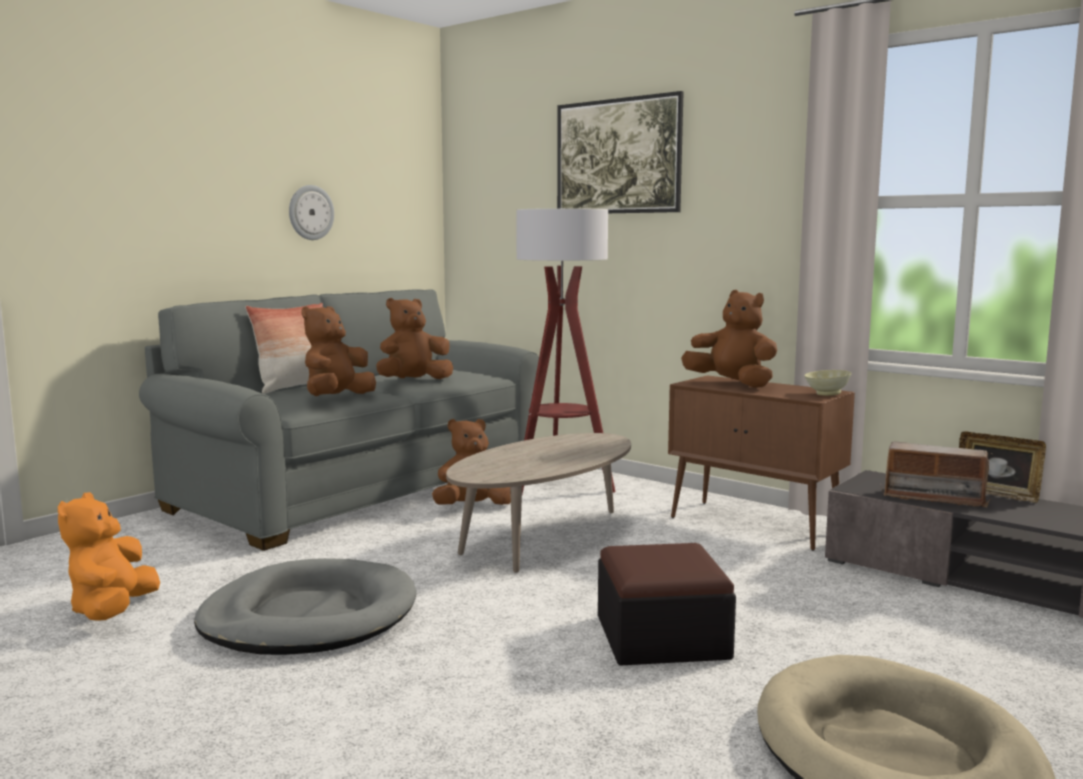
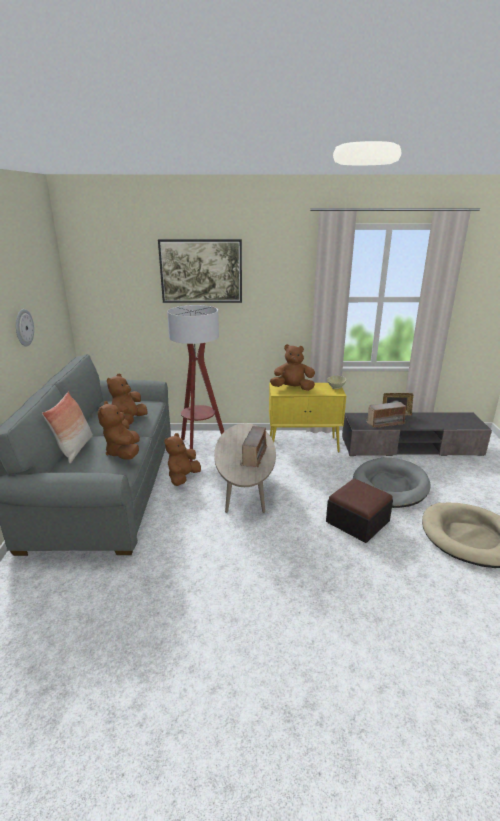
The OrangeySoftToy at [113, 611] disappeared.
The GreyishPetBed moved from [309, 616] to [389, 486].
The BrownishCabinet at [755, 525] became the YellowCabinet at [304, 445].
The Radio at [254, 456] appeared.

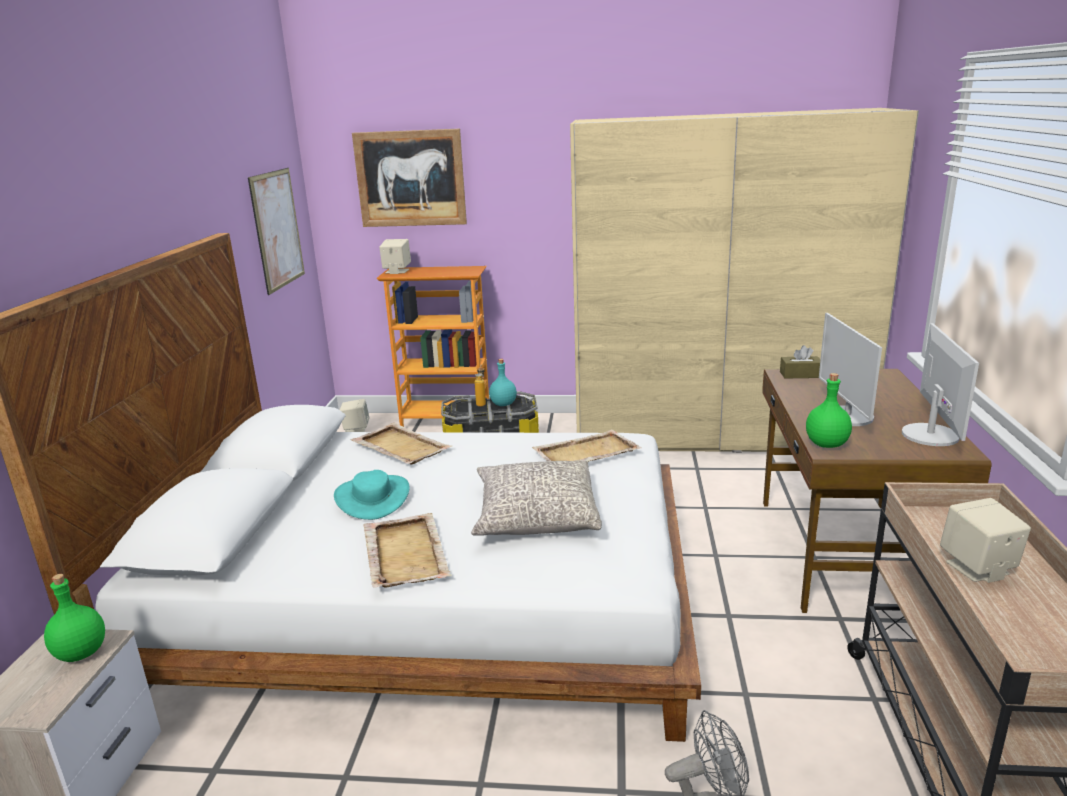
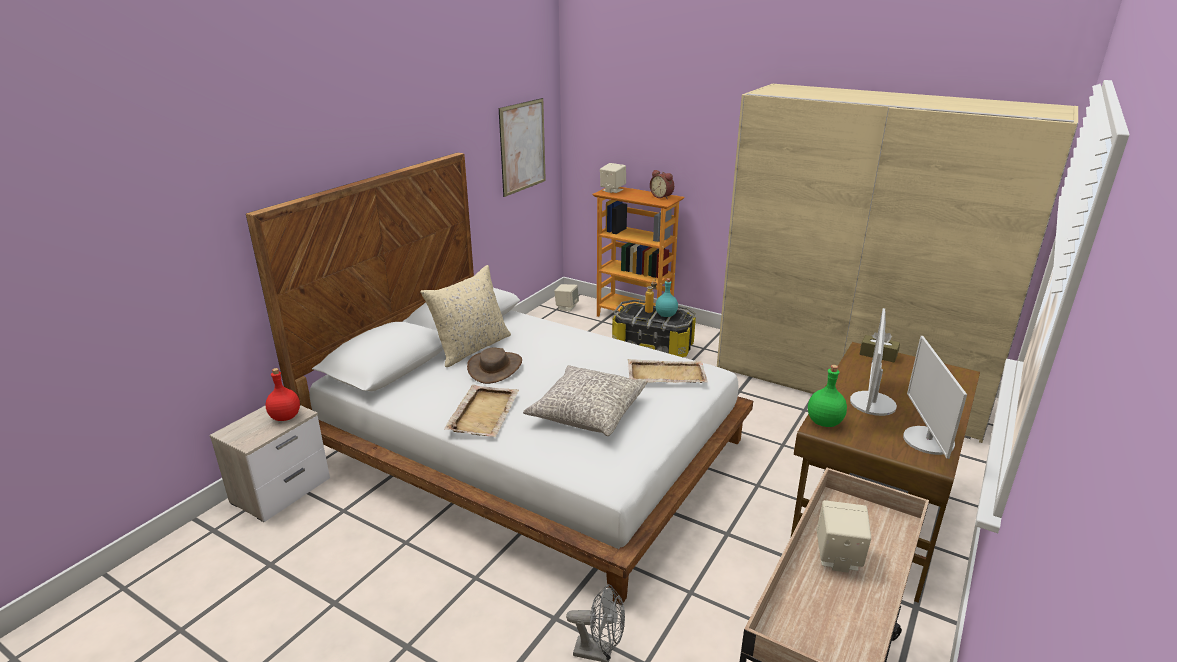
The GreenColouredBottle at [82, 652] became the RedColouredBottle at [286, 417].
The BlueGreenWearableHat at [373, 498] became the BrownishWearableHat at [495, 367].
The BeigeColouredCarryingTray at [400, 446] disappeared.
The Picture at [410, 178] disappeared.
The ComputerScreen at [930, 435] turned 150 degrees clockwise.
The BeigeColouredCushion at [471, 348] appeared.
The TableClock at [662, 196] appeared.

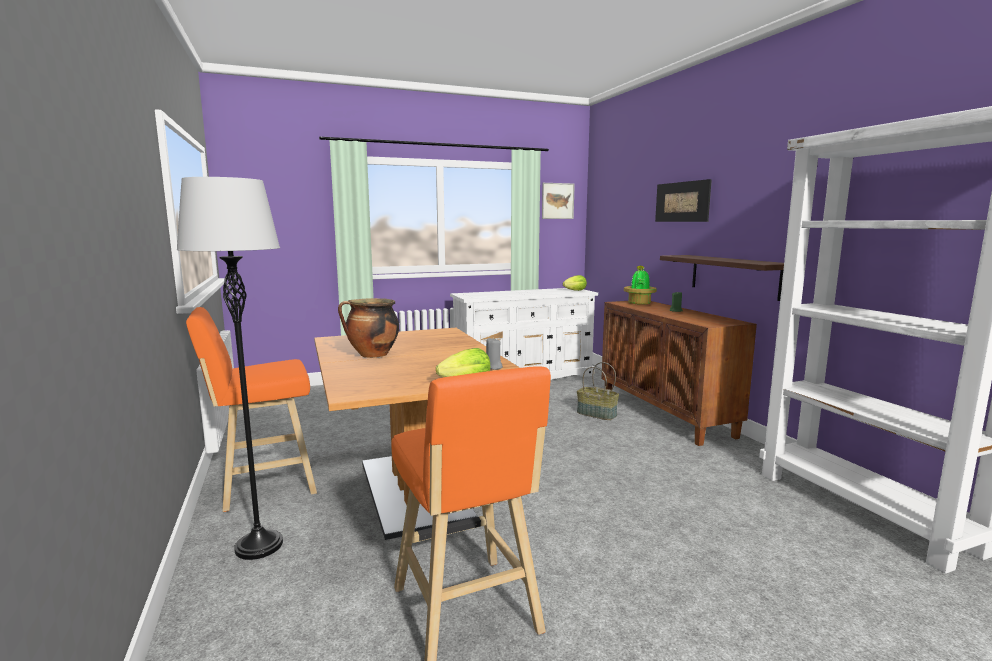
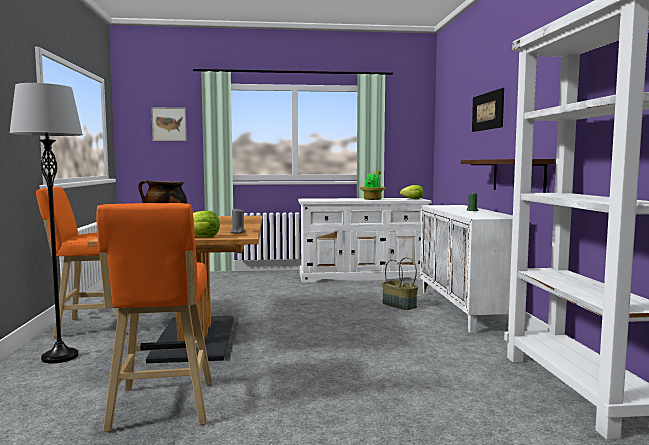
The Picture moved from [557, 201] to [169, 124].
The BrownishCabinet at [666, 414] became the WhitishCabinet at [465, 310].
The PlantInAPot moved from [639, 303] to [373, 199].

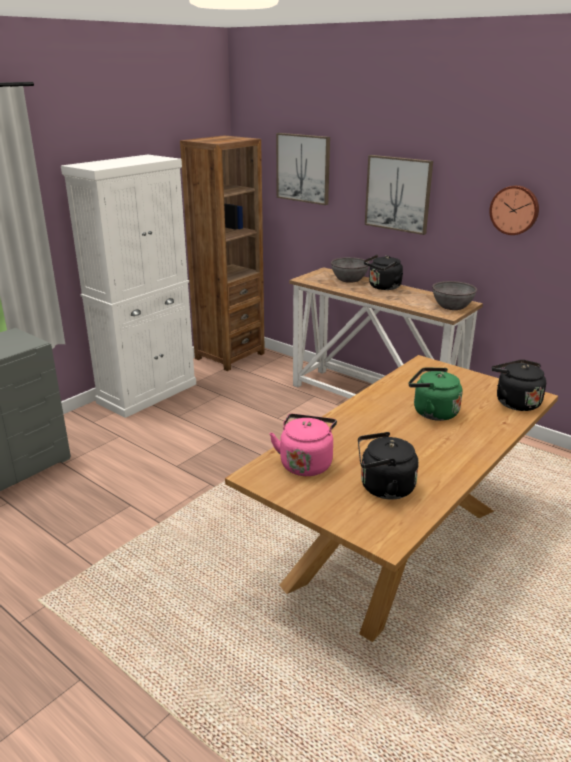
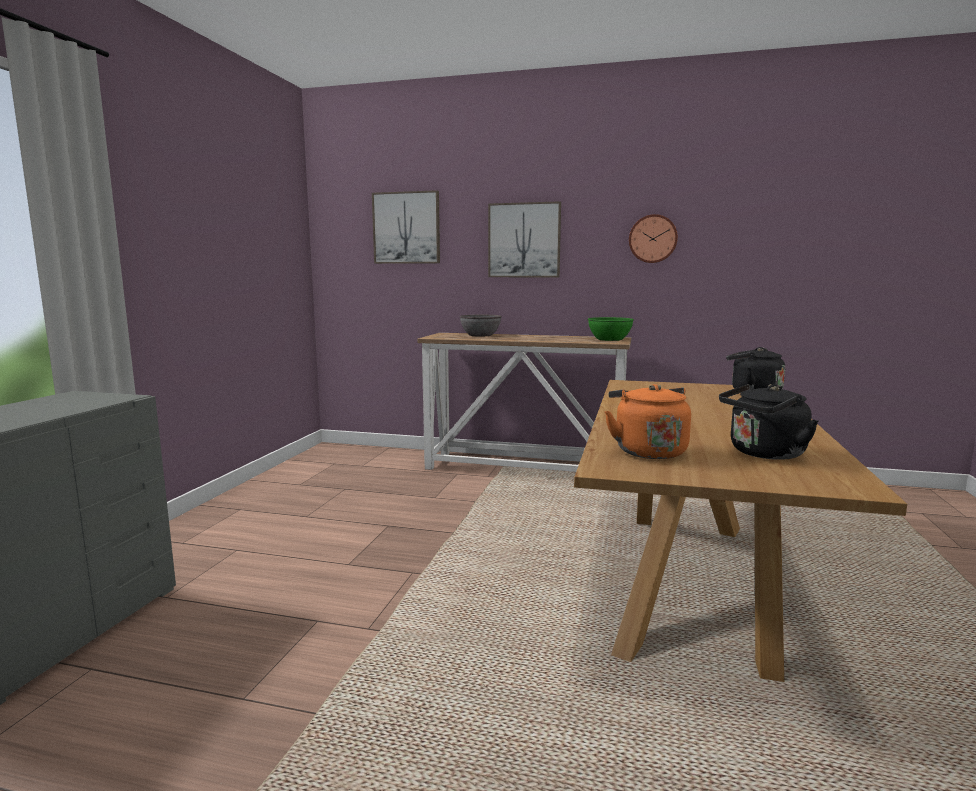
The WhitishCabinet at [148, 393] disappeared.
The BrownishBookcase at [229, 356] disappeared.
The PinkColouredKettle at [306, 463] became the OrangeyKettle at [647, 451].
The BlackKettle at [383, 287] disappeared.
The GreenColouredKettle at [432, 412] disappeared.
The GreyishBowl at [452, 306] became the GreenColouredBowl at [609, 339].

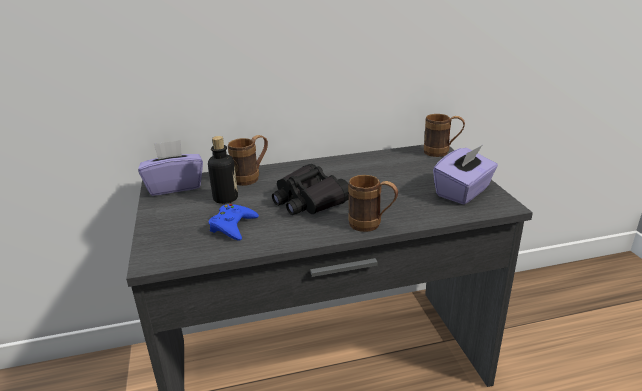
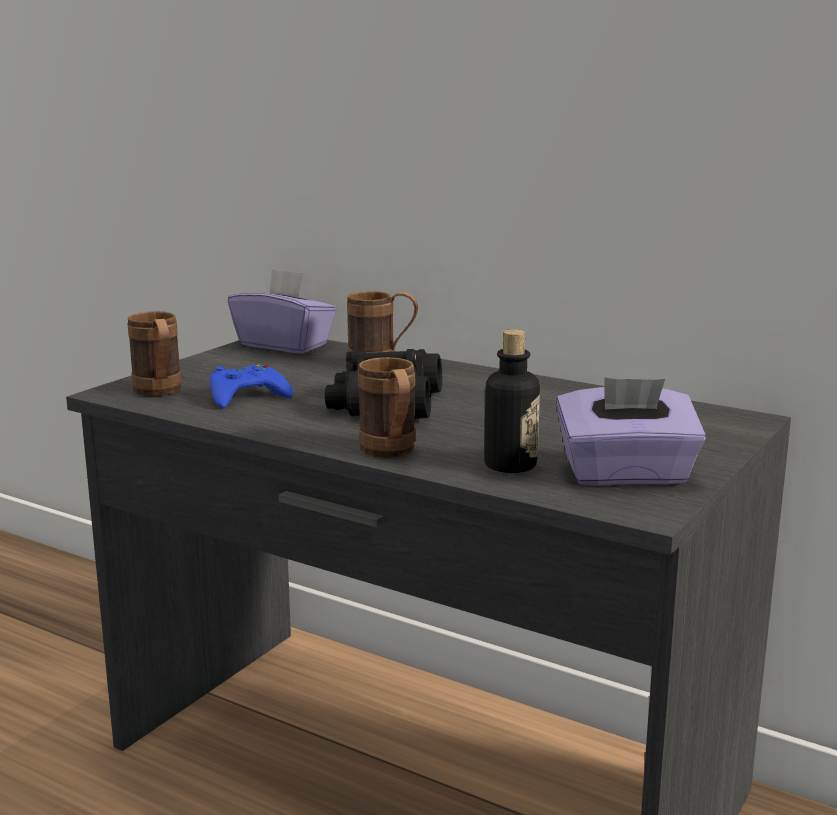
The Bottle moved from [225, 198] to [510, 465].
The BrownishCoffeeMug moved from [442, 153] to [159, 393].

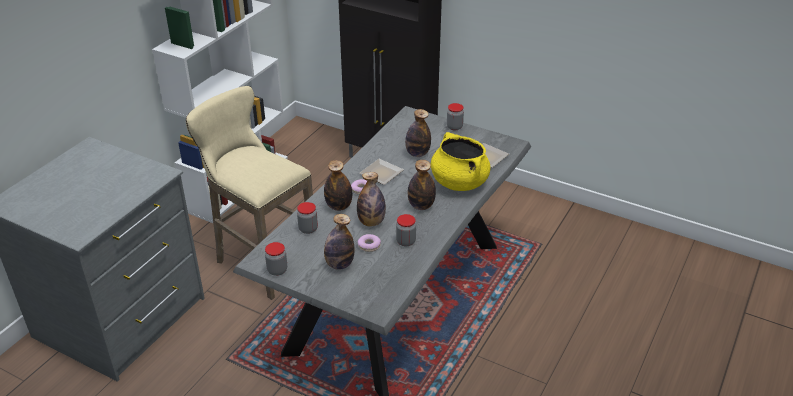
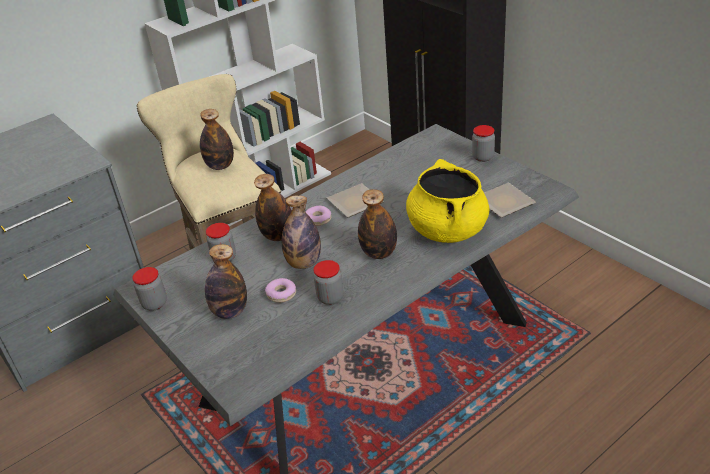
The Bottle moved from [417, 153] to [220, 166].

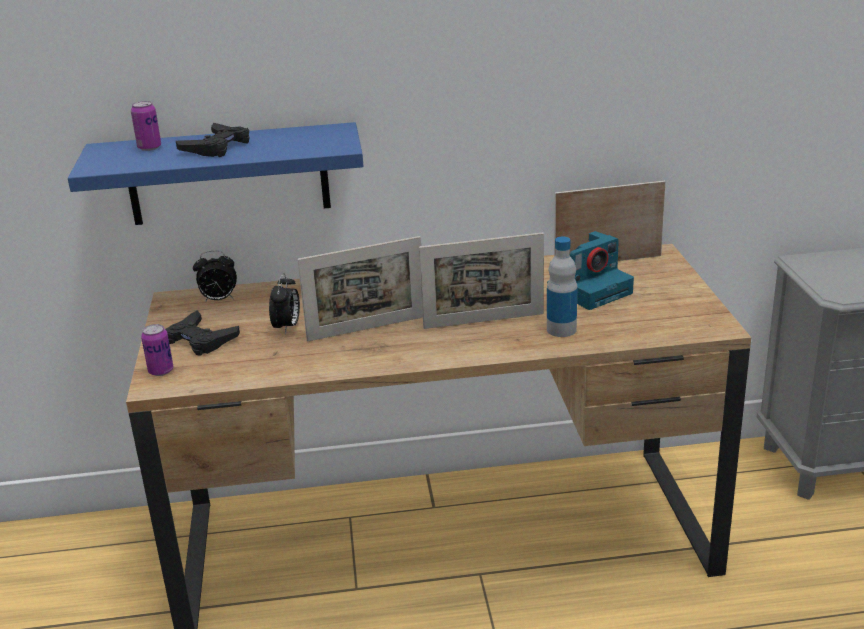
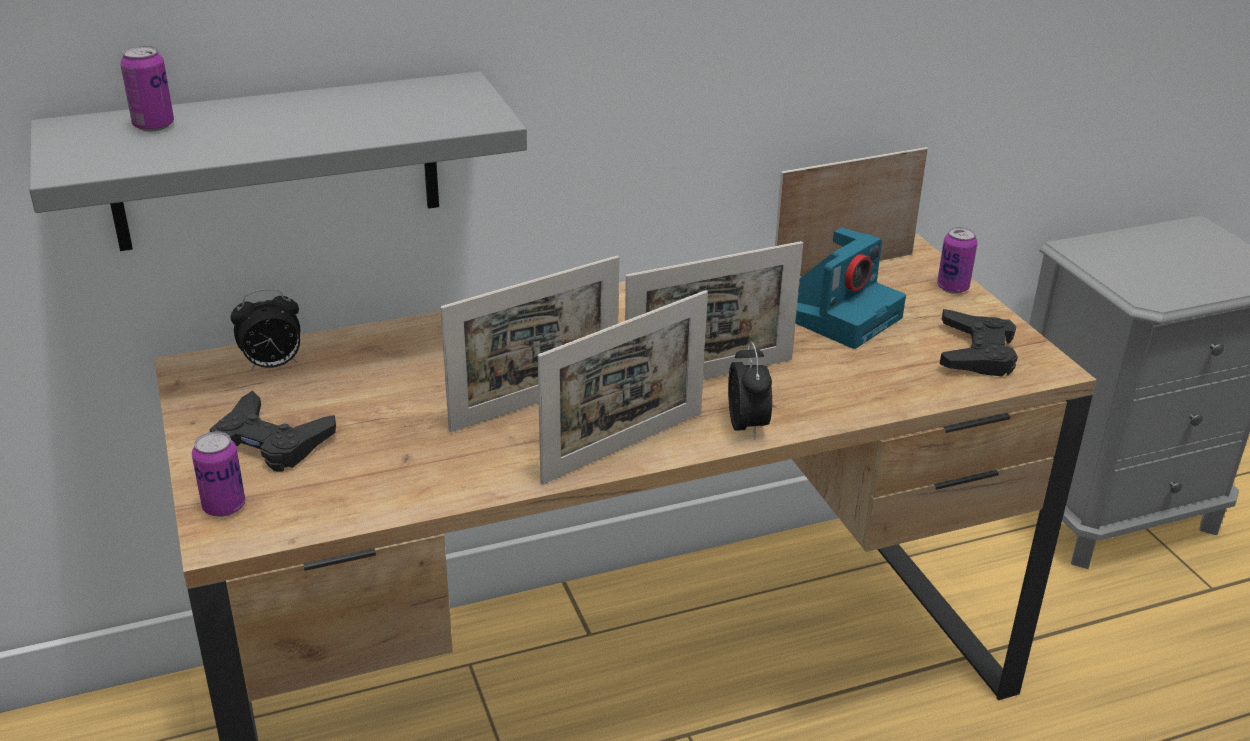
The BlueShelf at [228, 174] became the GreyishShelf at [276, 162].
The BlackJoypad moved from [217, 147] to [976, 352].
The TableClock moved from [287, 327] to [747, 426].
The Bottle at [561, 330] disappeared.
The PhotoFrame at [623, 447] appeared.
The Can at [952, 287] appeared.

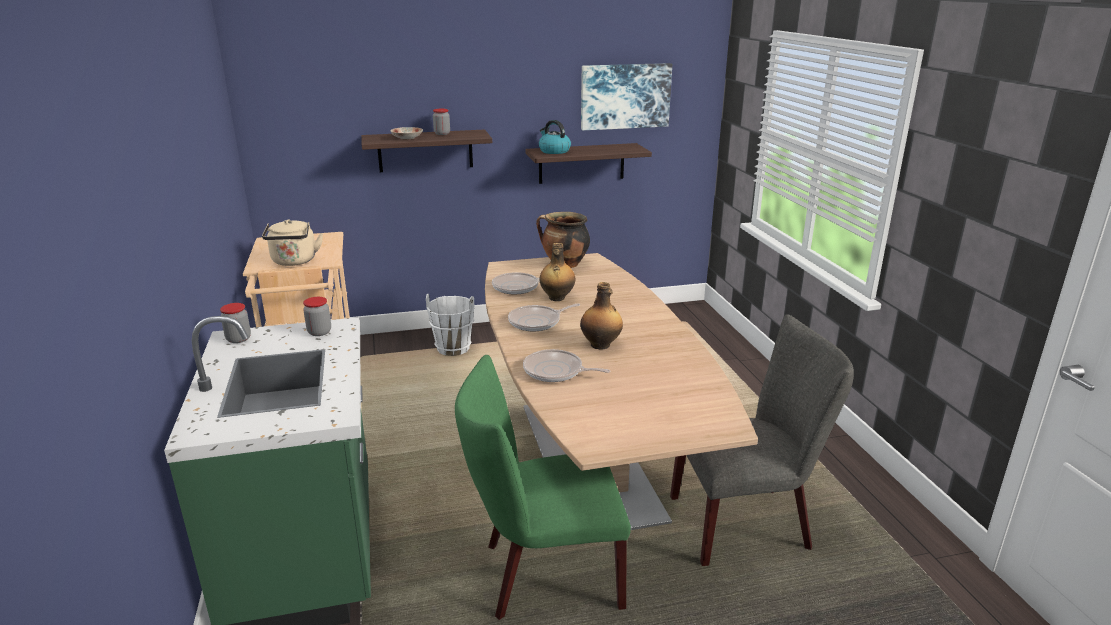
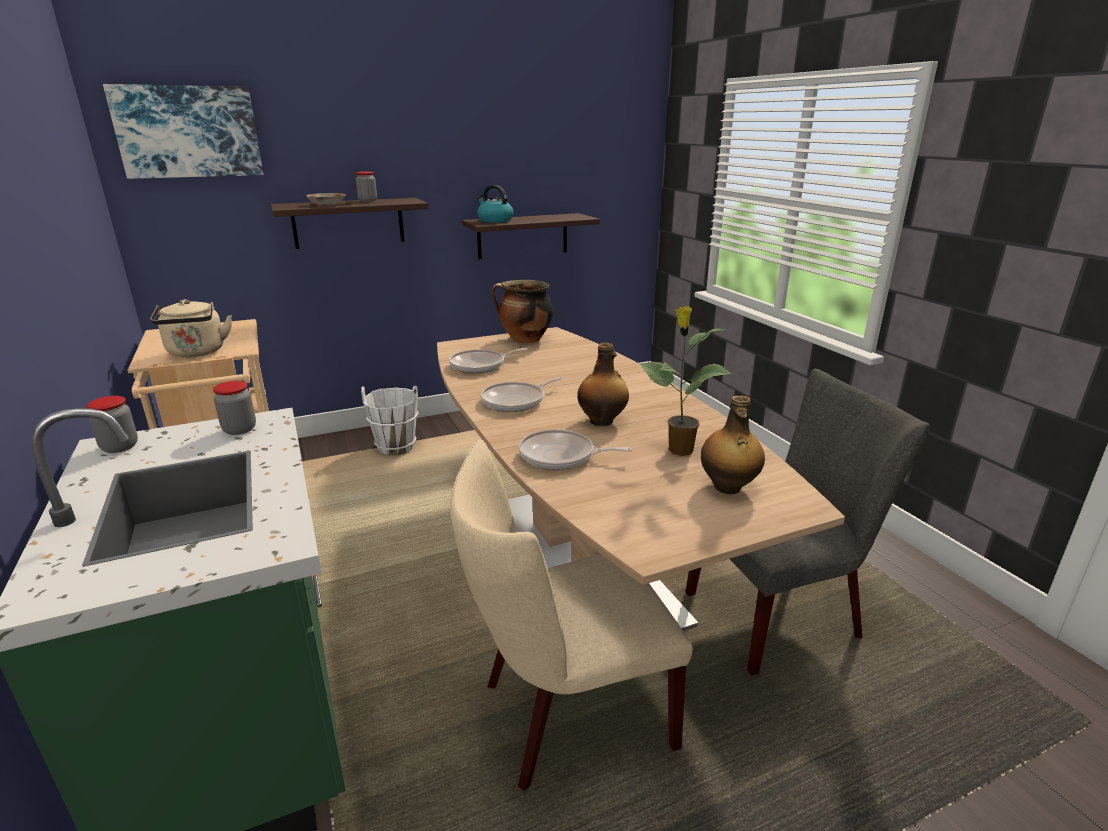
The GreenColouredChair at [542, 575] became the BeigeColouredChair at [565, 716].
The Bottle moved from [556, 298] to [727, 487].
The Picture moved from [625, 96] to [188, 132].
The PlantInAPot at [679, 450] appeared.

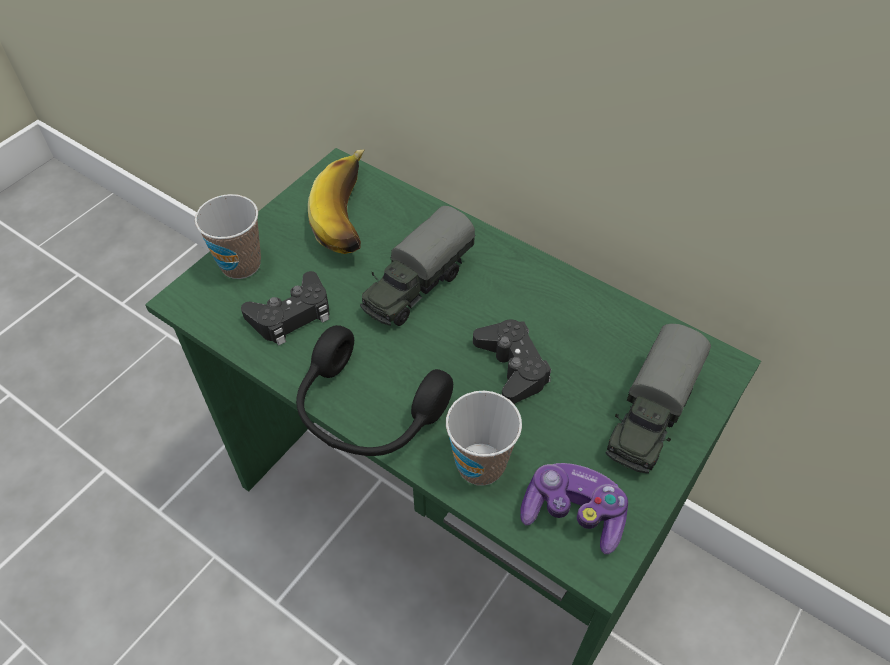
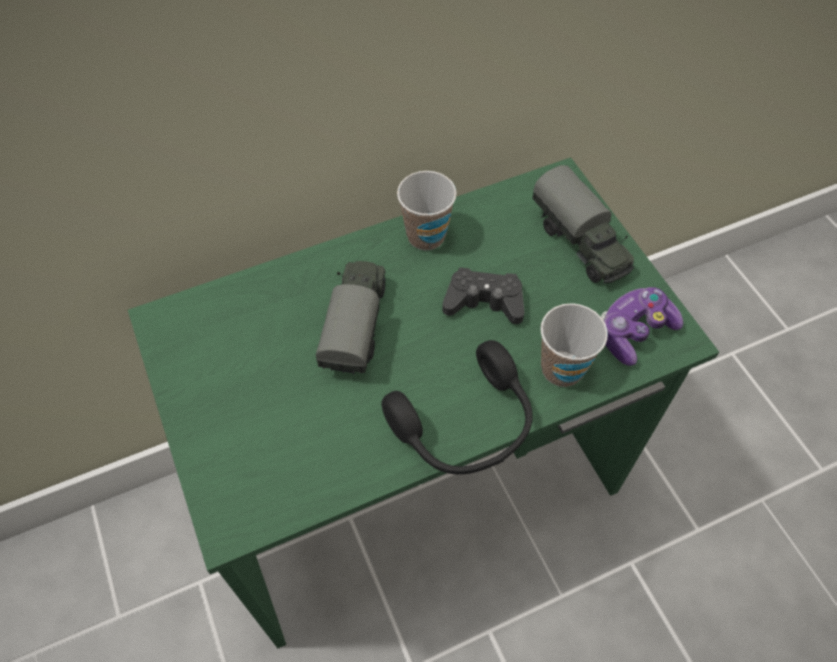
The Cup moved from [240, 264] to [426, 236].
The BlackJoypad at [291, 315] disappeared.
The BananaFruit at [353, 217] disappeared.
The ToyTruck at [417, 286] turned 150 degrees counterclockwise.

